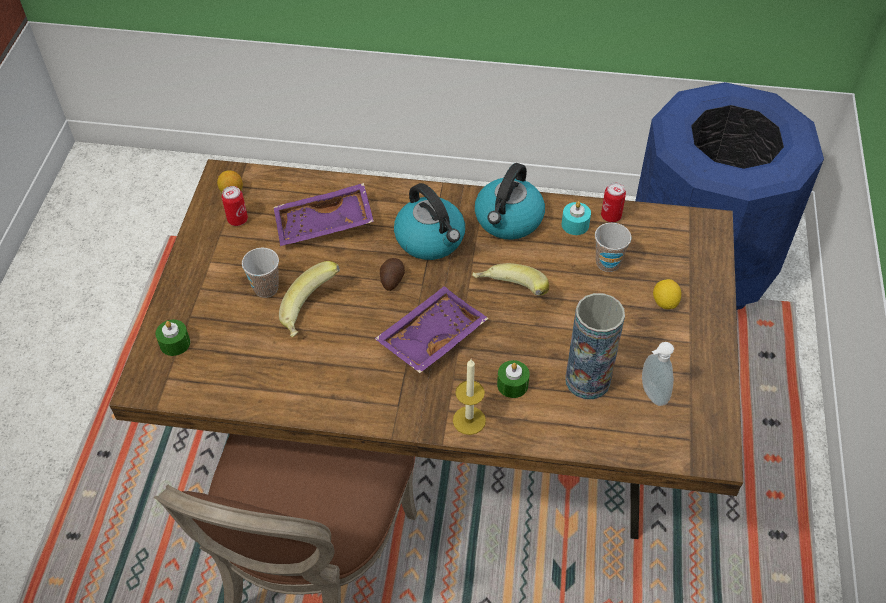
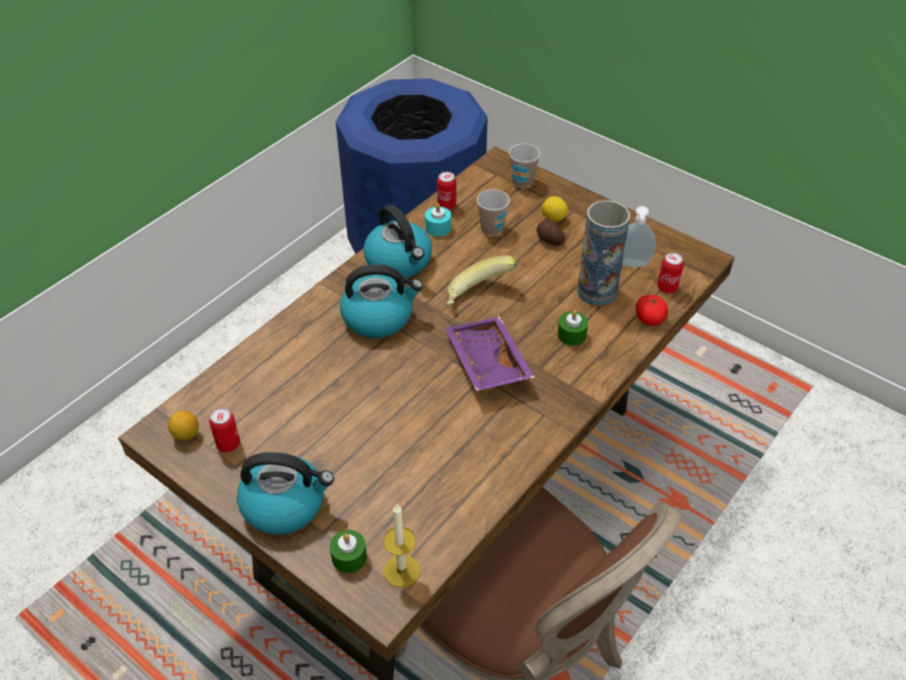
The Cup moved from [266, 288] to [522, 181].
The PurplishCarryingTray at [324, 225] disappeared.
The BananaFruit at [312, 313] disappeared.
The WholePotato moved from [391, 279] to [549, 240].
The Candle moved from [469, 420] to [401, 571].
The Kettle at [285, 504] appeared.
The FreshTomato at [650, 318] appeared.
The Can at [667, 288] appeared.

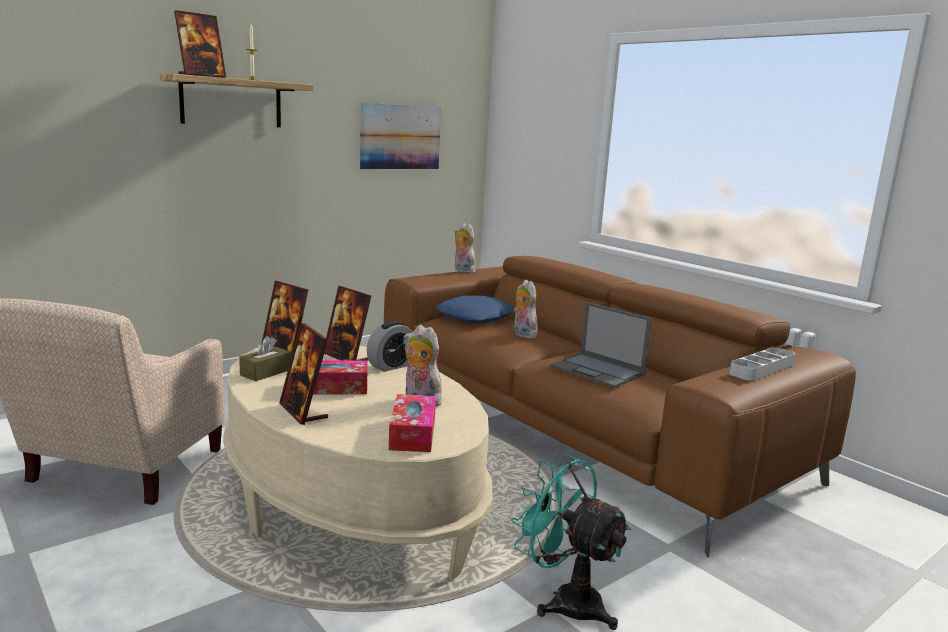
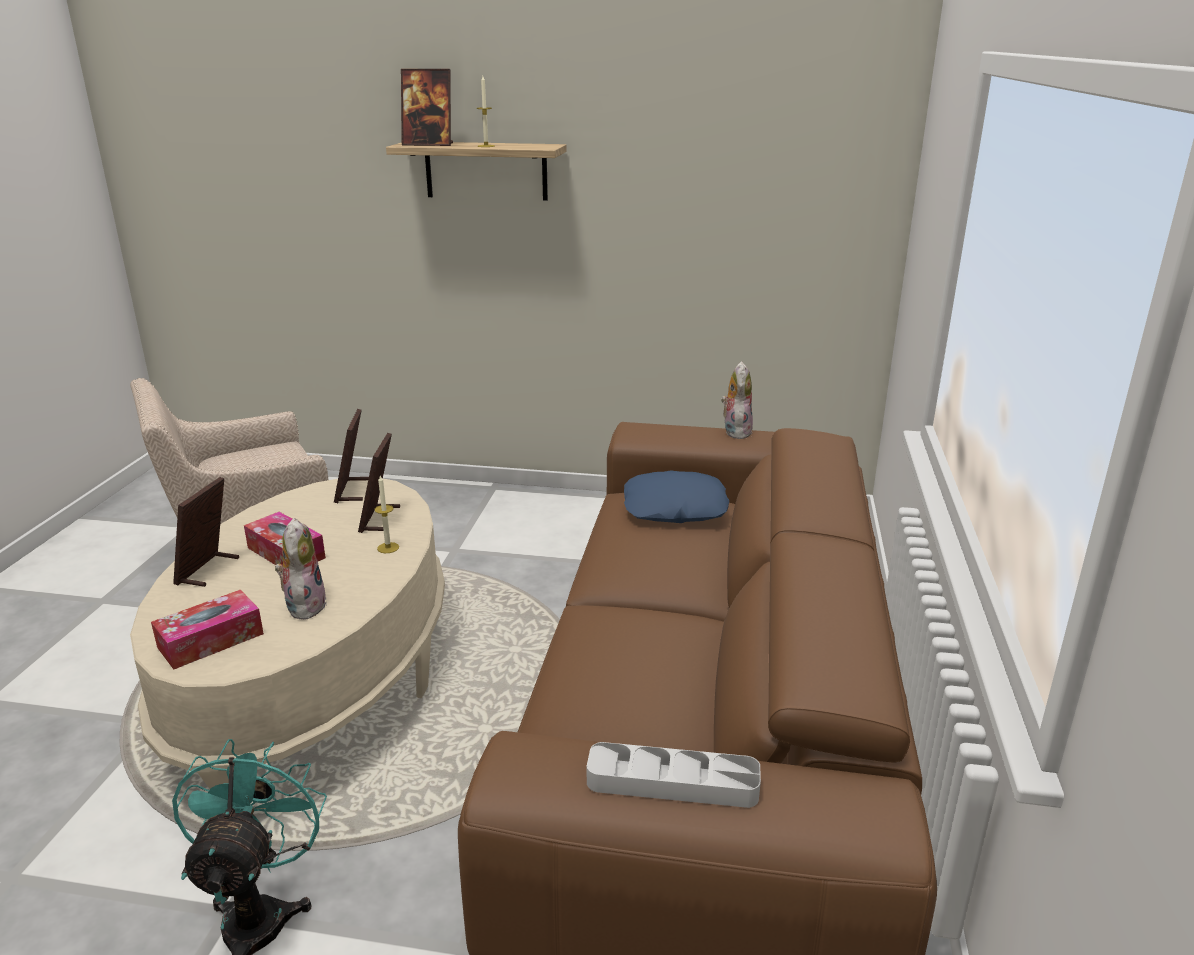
The BrownishTissueHolder at [266, 372] disappeared.
The Picture at [400, 137] disappeared.
The TableClock at [391, 366] was replaced by the Candle at [388, 548].
The SoftToy at [522, 335] disappeared.
The NotebookComputer at [598, 371] disappeared.

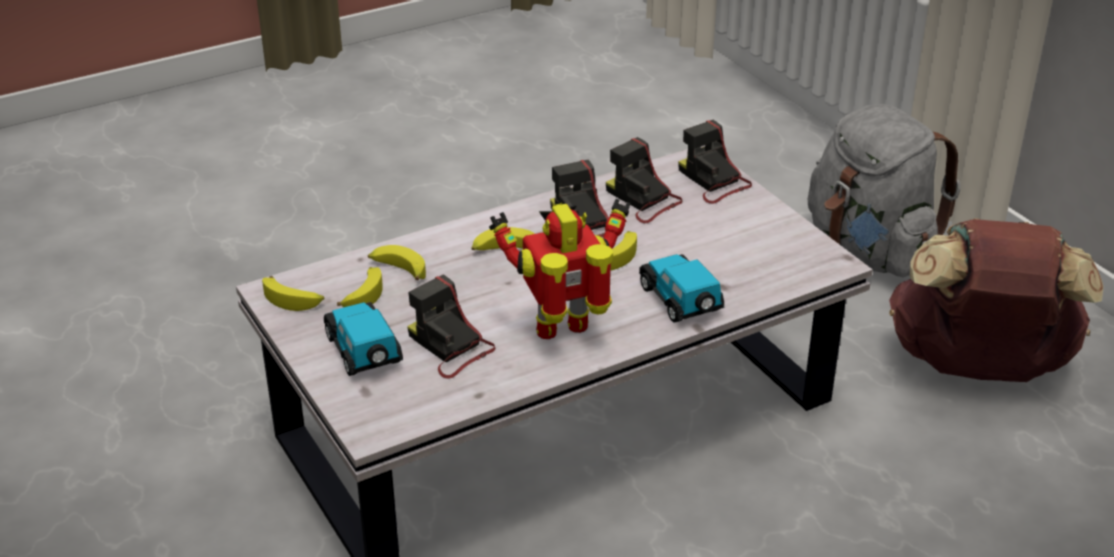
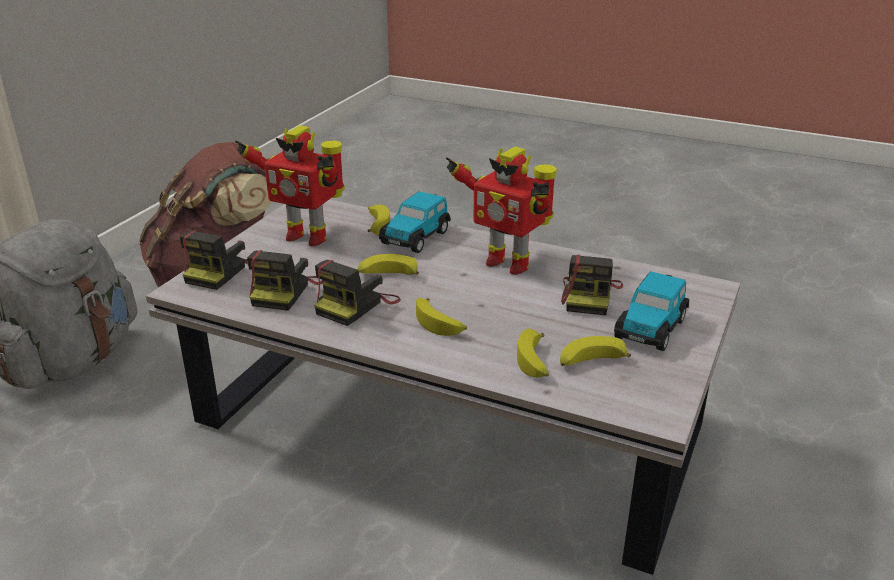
The BananaFruit moved from [293, 300] to [376, 225].
The ModelRobot at [306, 236] appeared.

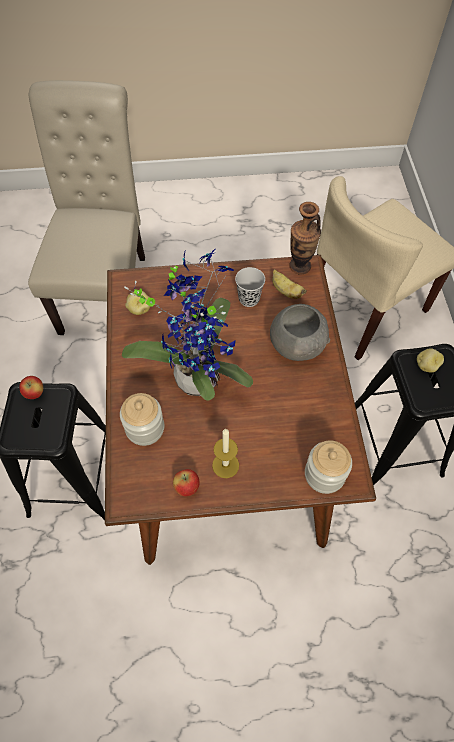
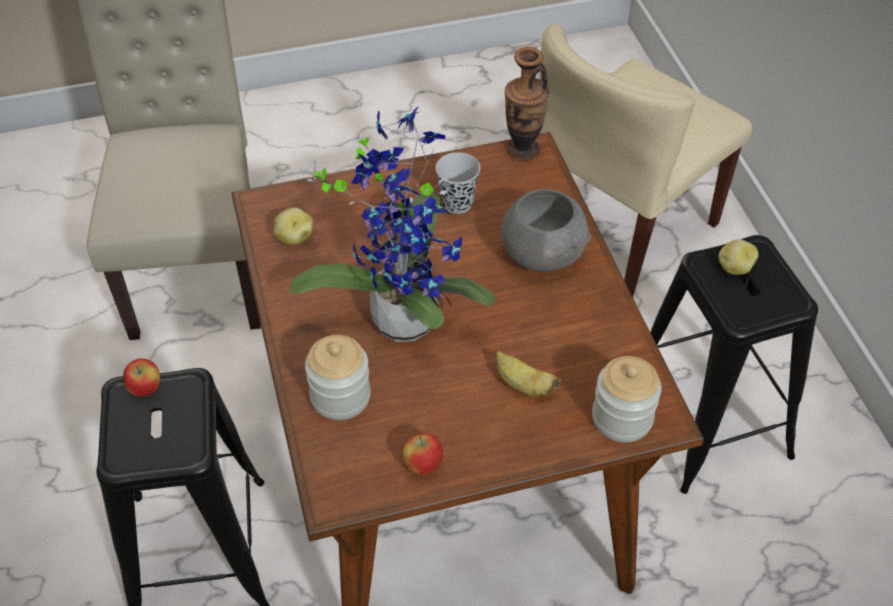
The Candle at [225, 465] disappeared.
The BananaFruit moved from [285, 291] to [523, 385].

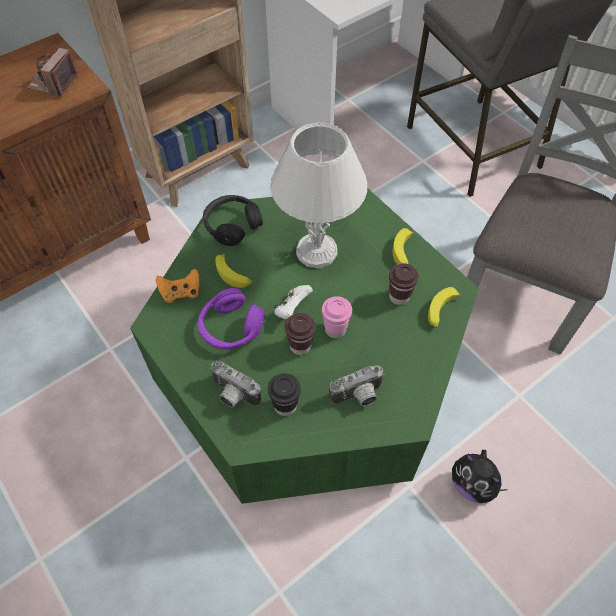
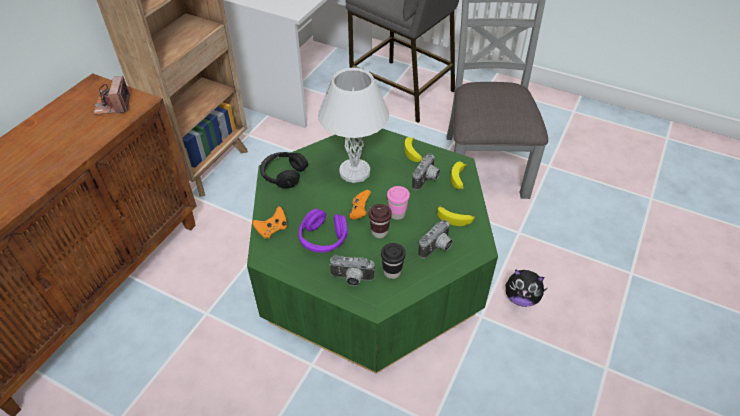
The BananaFruit moved from [234, 275] to [455, 218].
The WhitishJoypad at [292, 308] became the OrangeyJoypad at [359, 212].
The BrownishCup at [399, 296] was replaced by the StillCamera at [427, 180].

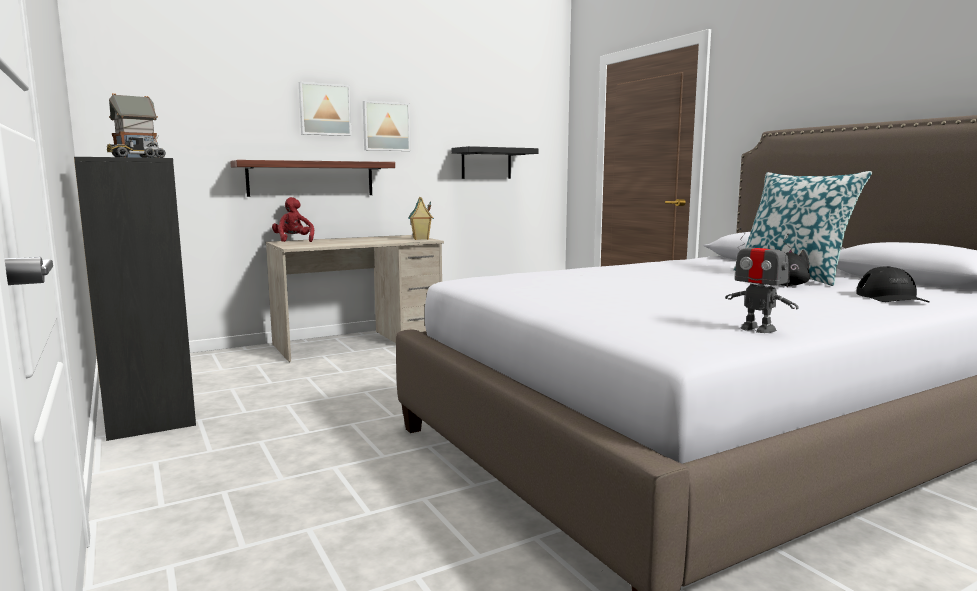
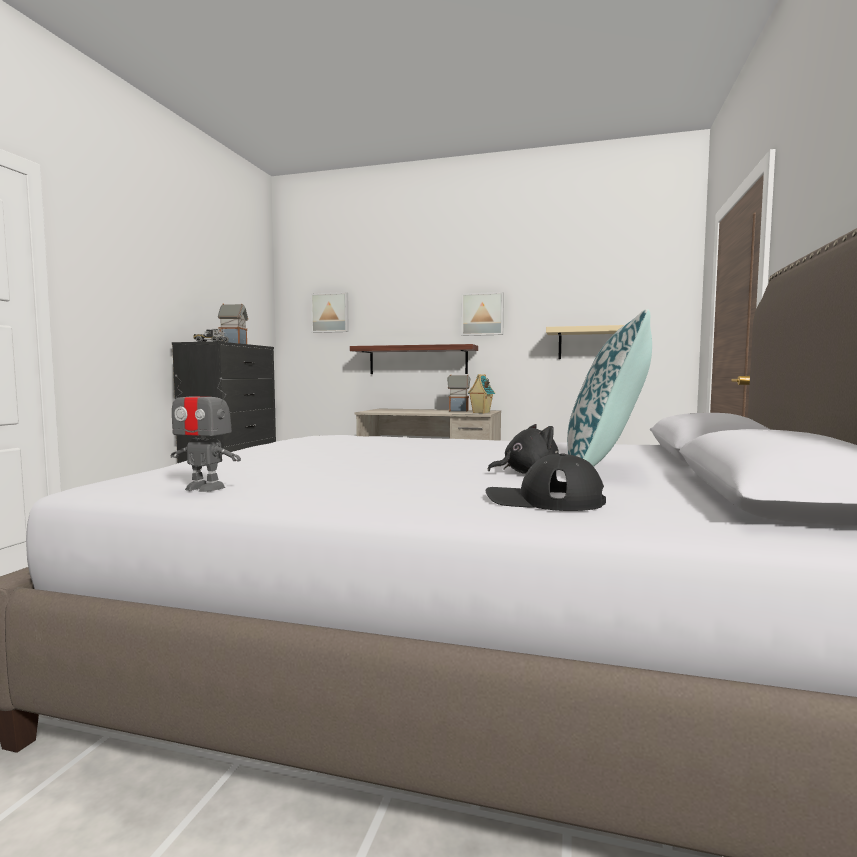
The RedColouredSoftToy at [293, 241] disappeared.
The Picture moved from [324, 109] to [330, 313].
The BlackShelf at [486, 163] became the BeigeColouredShelf at [587, 343].
The ModelRobot at [757, 329] turned 75 degrees counterclockwise.
The BlackBaseballCap at [891, 297] turned 60 degrees clockwise.
The MiniatureHouse at [458, 410] appeared.

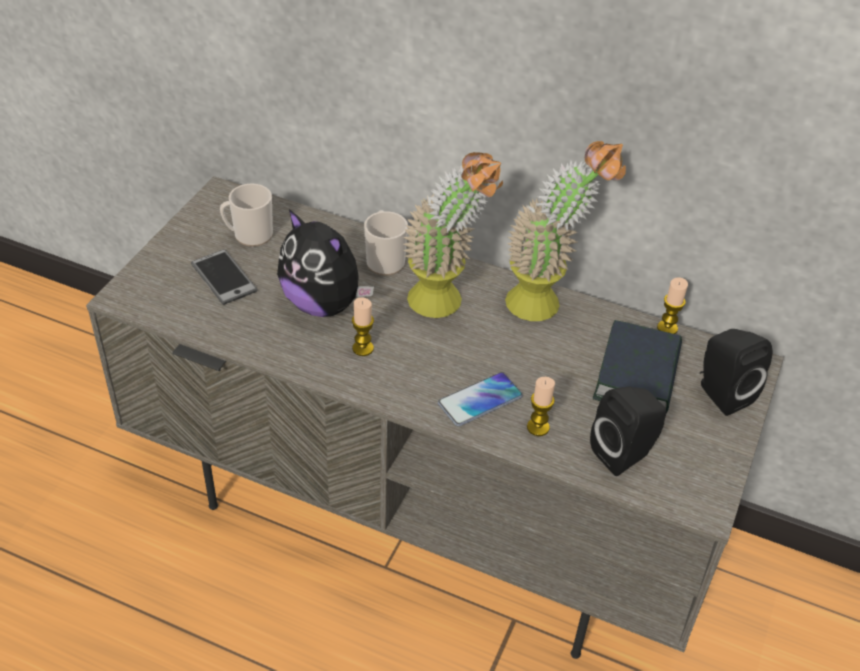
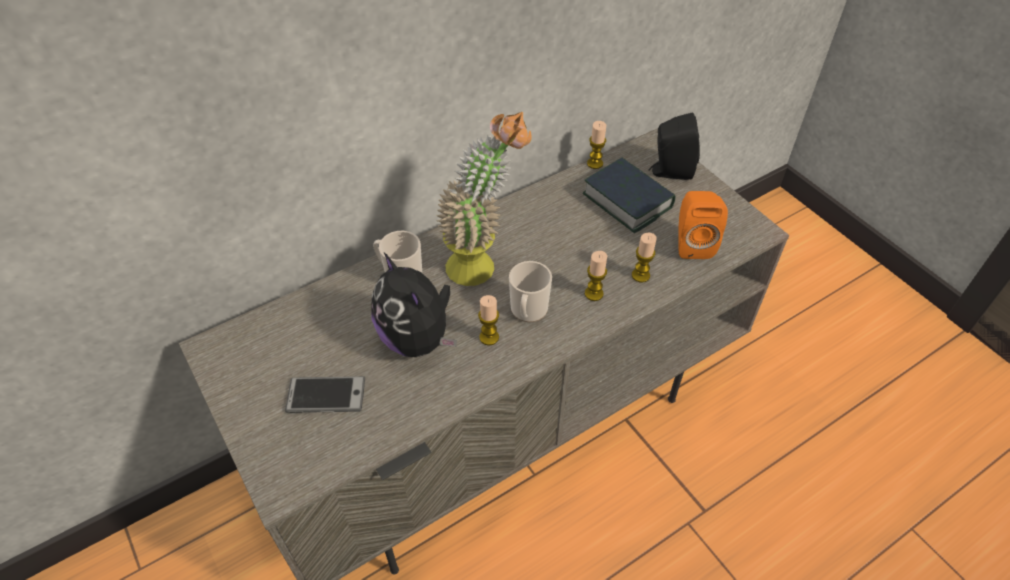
The CoffeeMug moved from [249, 235] to [528, 311].
The SoftToy at [323, 303] turned 75 degrees clockwise.
The Phone at [480, 400] was replaced by the Candle at [594, 293].
The PlantInAPot at [547, 303] disappeared.
The BlackSpeaker at [625, 453] became the OrangeySpeaker at [692, 243].

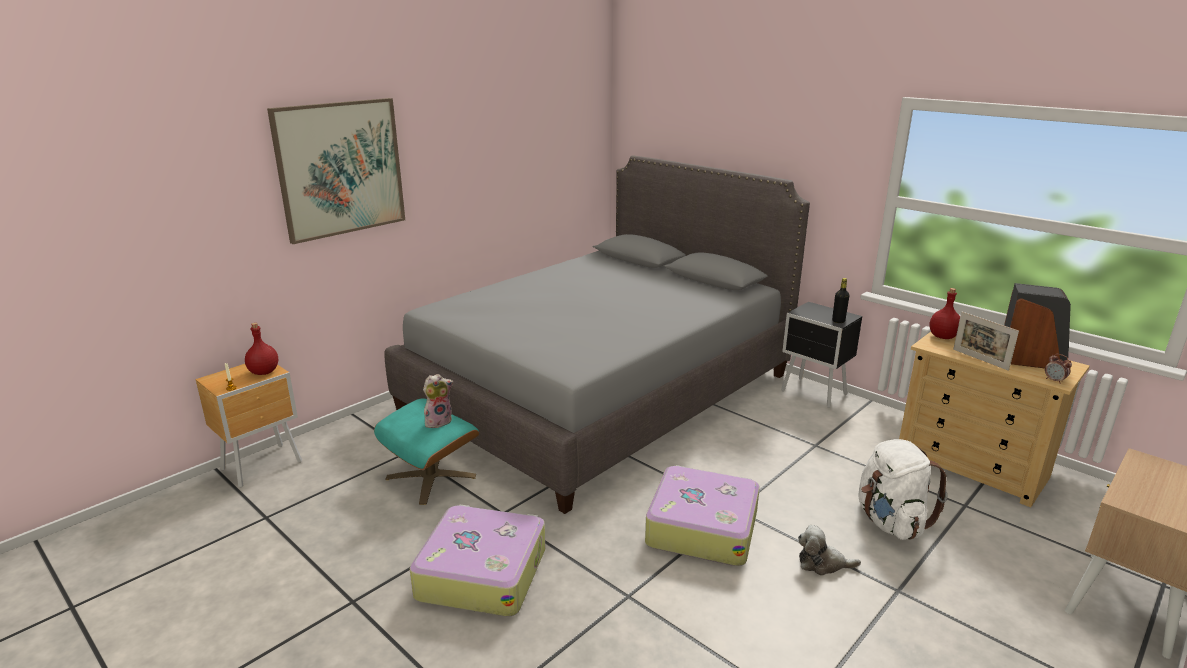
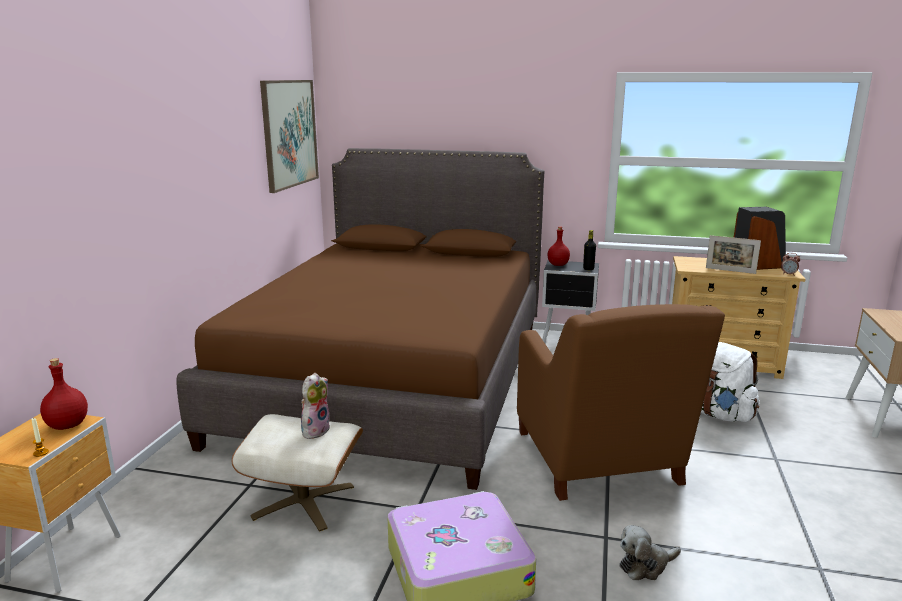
The Picture moved from [340, 168] to [289, 133].
The BlueGreenOttoman at [431, 477] became the BeigeColouredOttoman at [304, 501].
The GreyishBedroomBed at [601, 392] became the BrownishBedroomBed at [395, 379].
The PieceOfLuggage at [701, 527] was replaced by the BrownishArmchair at [599, 461].
The SoftToy moved from [822, 563] to [645, 565].
The RedColouredBottle moved from [942, 337] to [558, 265].

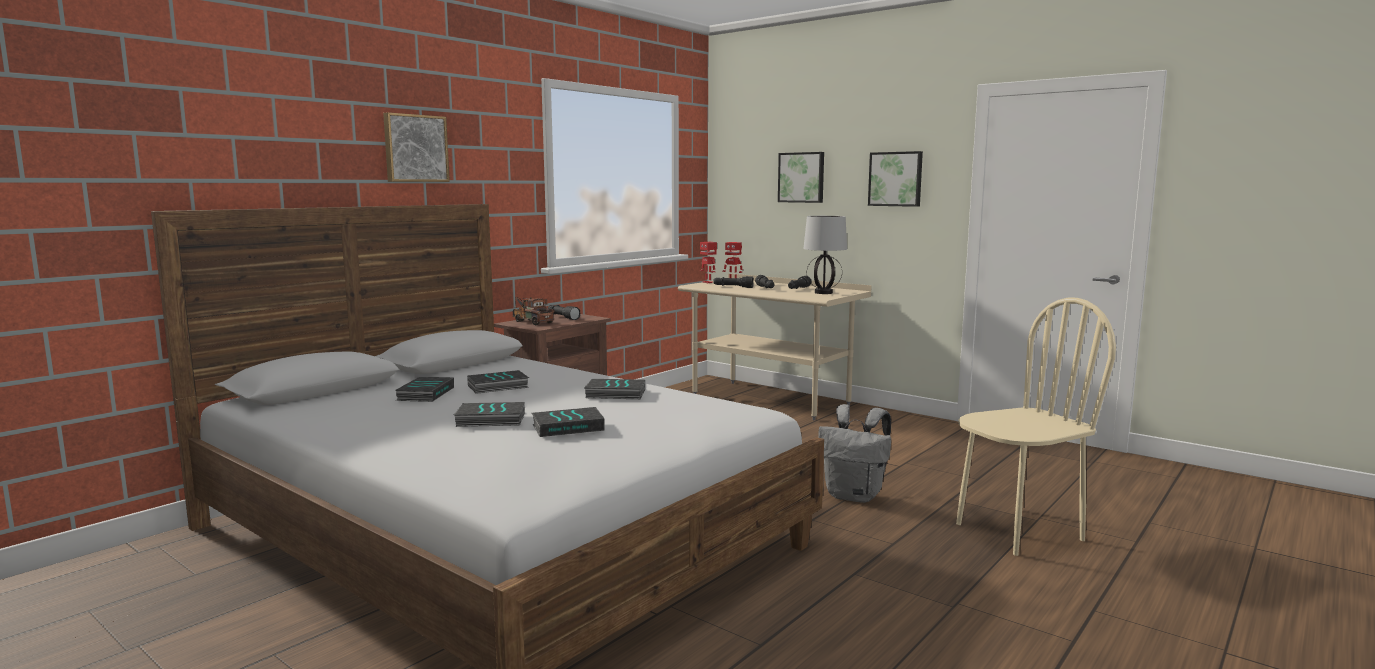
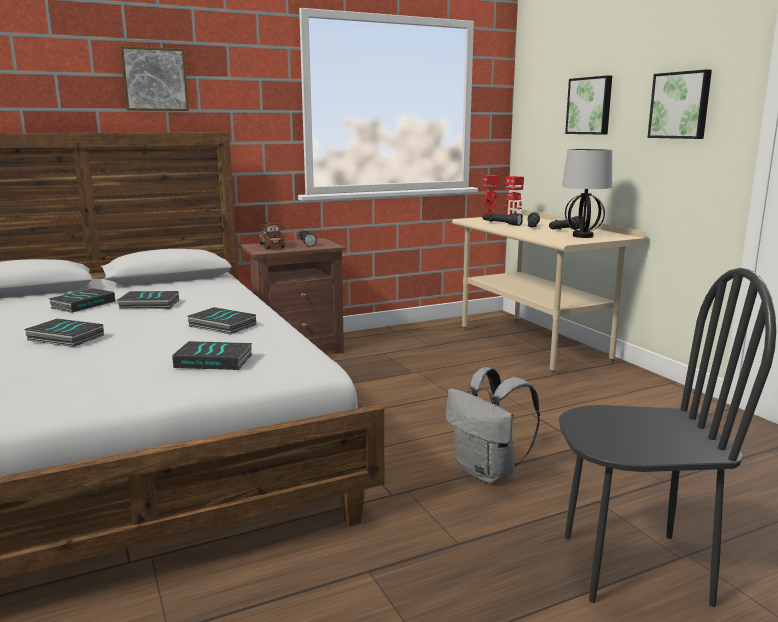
The BoundBook moved from [568, 427] to [215, 361].
The BeigeColouredChair at [1018, 531] became the BlackChair at [634, 567].

